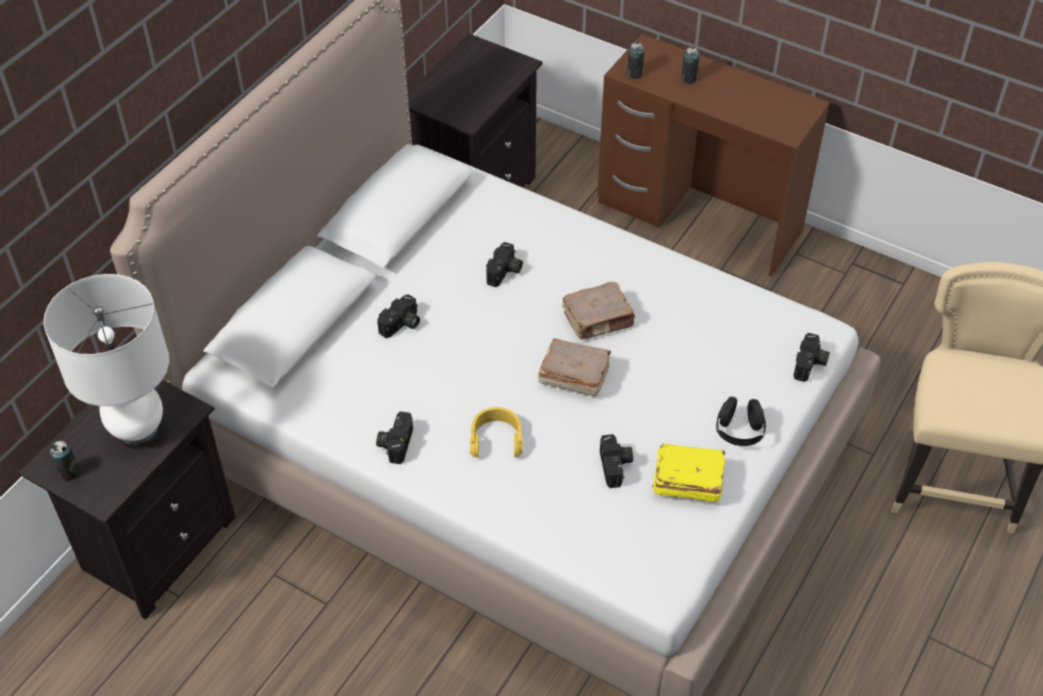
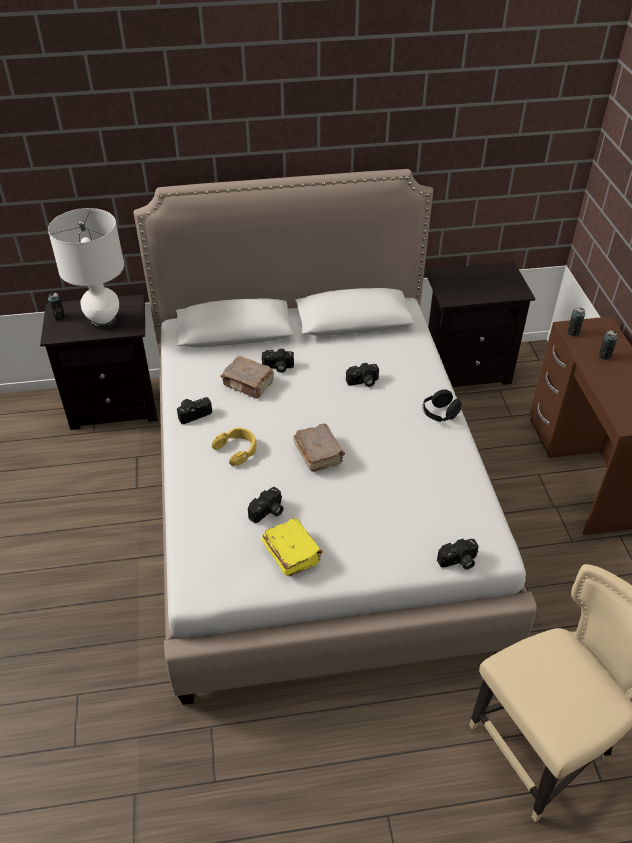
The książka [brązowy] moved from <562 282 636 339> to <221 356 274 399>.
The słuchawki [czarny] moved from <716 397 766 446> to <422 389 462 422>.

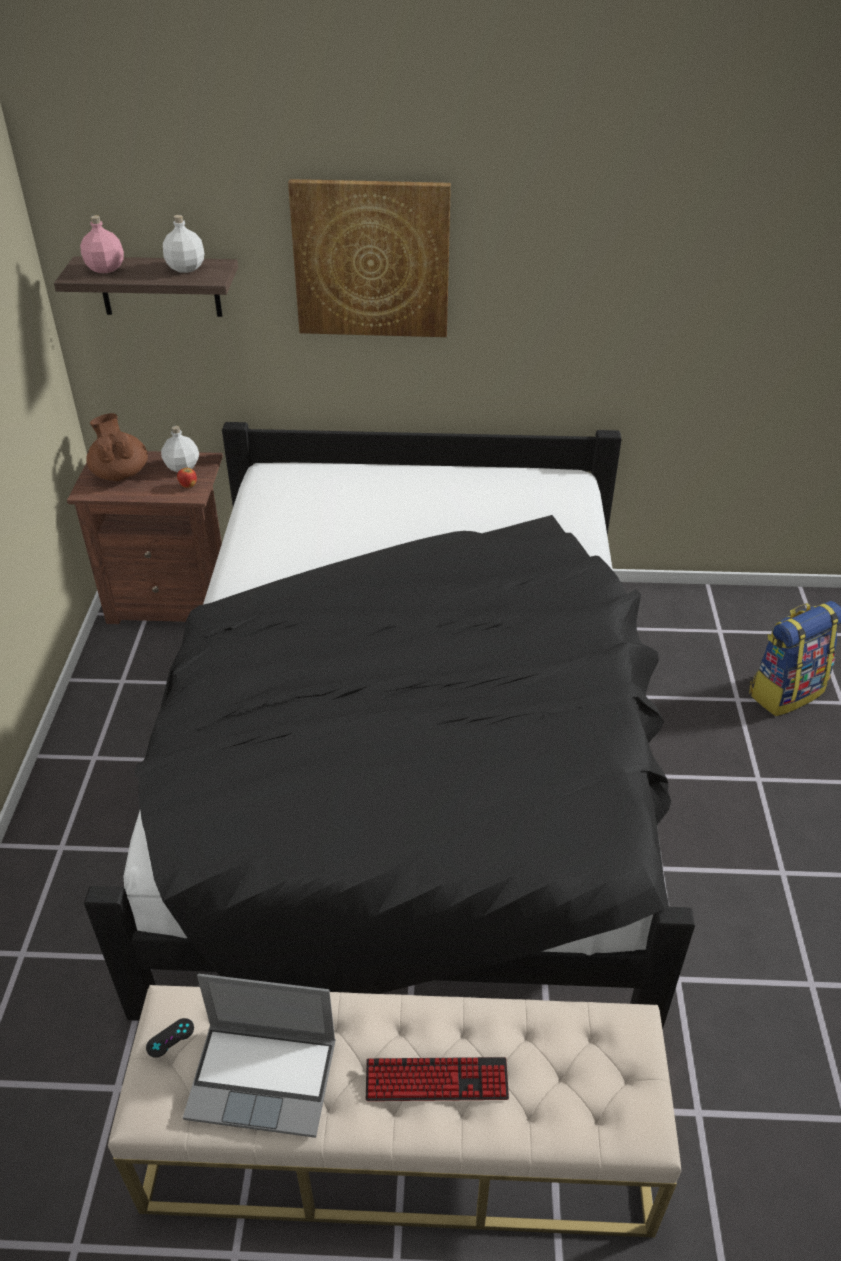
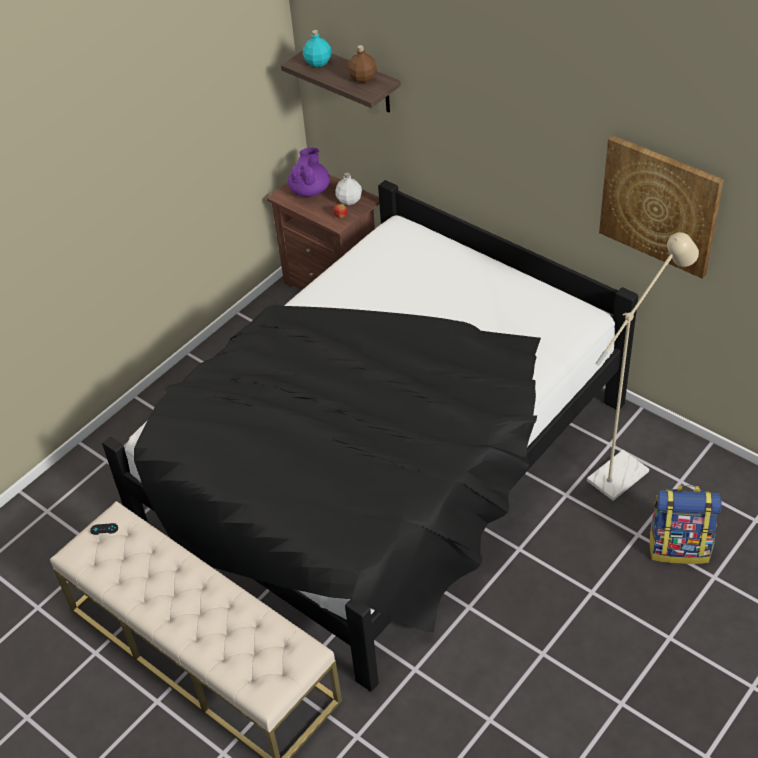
The imbryk [brązowy] at <86 413 148 481> became the imbryk [fioletowy] at <288 147 330 197>.
The butelka [różowy] at <80 215 124 273> became the butelka [turkusowy] at <303 30 332 67>.
The butelka [biały] at <163 215 204 273> became the butelka [brązowy] at <348 45 377 83>.
The lampa stojąca [beżowy] at <587 232 699 501> appeared.
The obraz moved from <288 179 451 337> to <599 135 724 279>.
The laptop at <183 974 336 1138> disappeared.
The klawiatura at <366 1057 509 1101> disappeared.

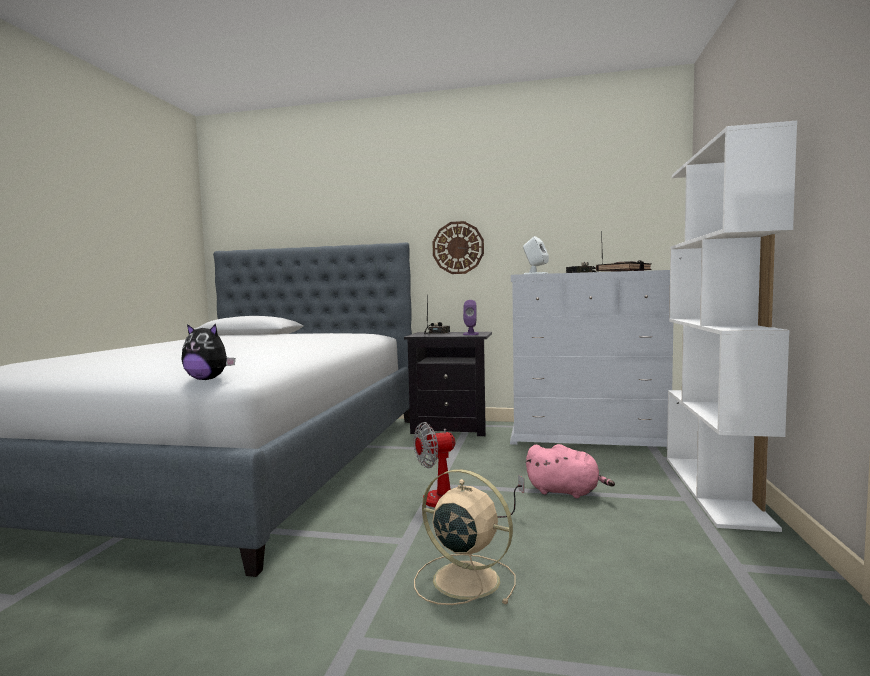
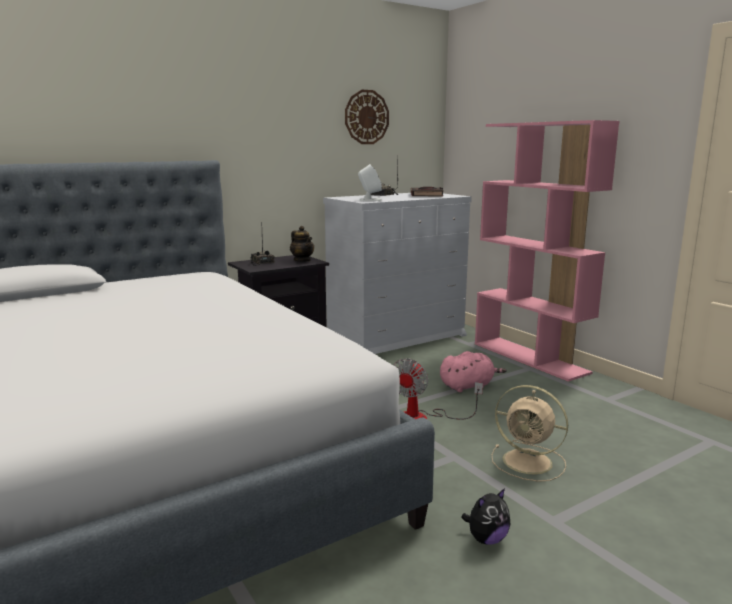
The głośnik [fioletowy] at <463 300 479 335> was replaced by the imbryk at <290 226 314 262>.
The zegar ścienny moved from <432 221 484 274> to <345 90 389 144>.
The pluszak moved from <181 324 235 380> to <461 488 510 545>.
The regał [biały] at <667 121 797 532> became the regał [różowy] at <475 120 619 382>.
The wentylator [beżowy] at <414 469 516 605> turned 135 degrees counterclockwise.

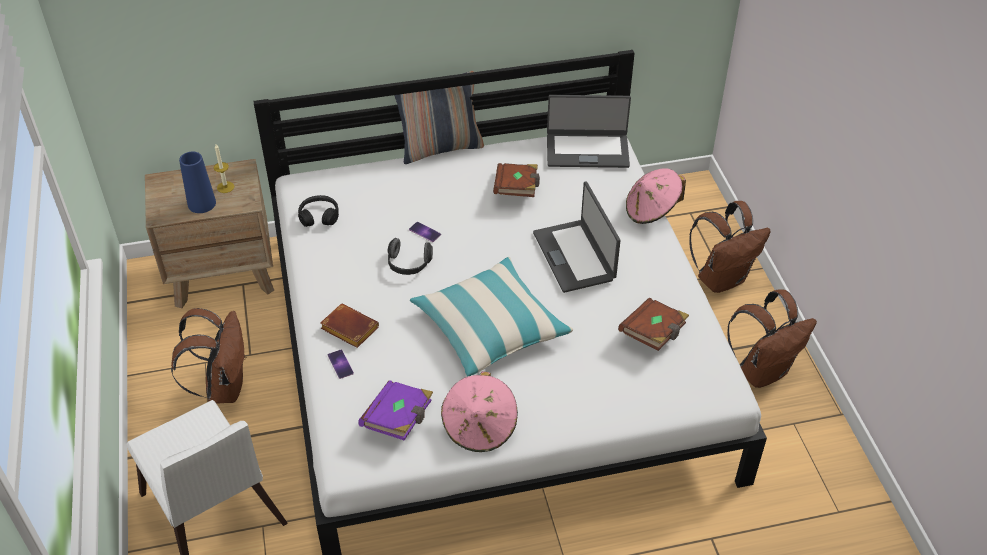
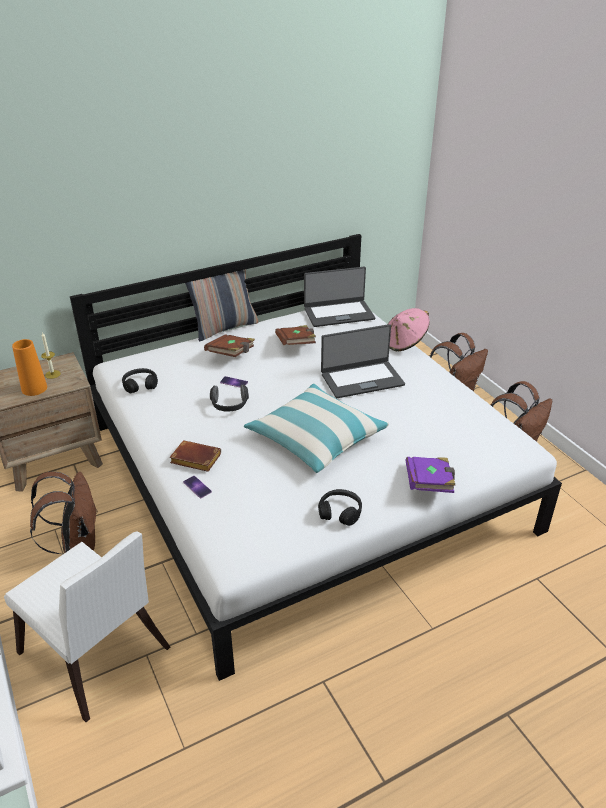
The wazon [niebieski] at <179 151 216 213> became the wazon [pomarańczowy] at <12 339 47 396>.
The książka [brązowy] moved from <618 298 689 351> to <204 334 255 357>.
The kapelusz [różowy] at <441 371 518 452> was replaced by the słuchawki [czarny] at <318 489 362 526>.
The laptop at <533 182 621 293> turned 75 degrees counterclockwise.
The książka [fioletowy] moved from <358 380 433 441> to <406 457 455 493>.

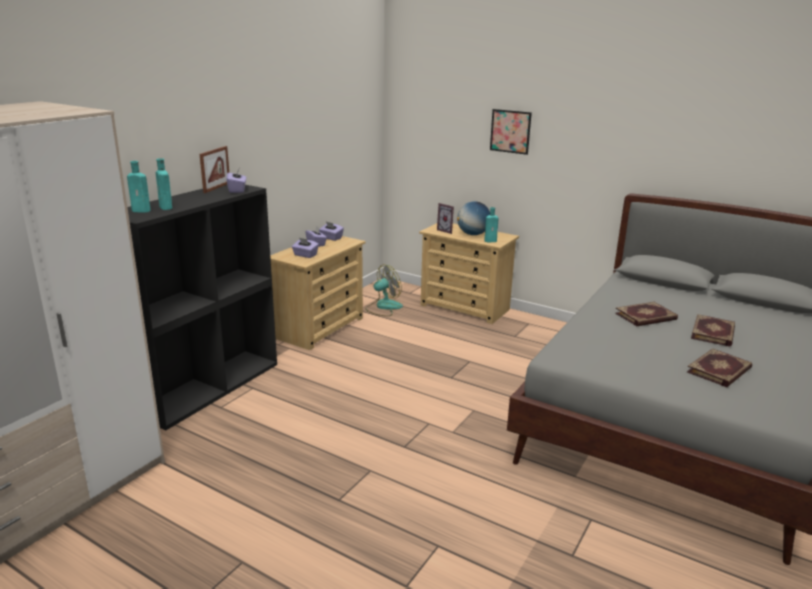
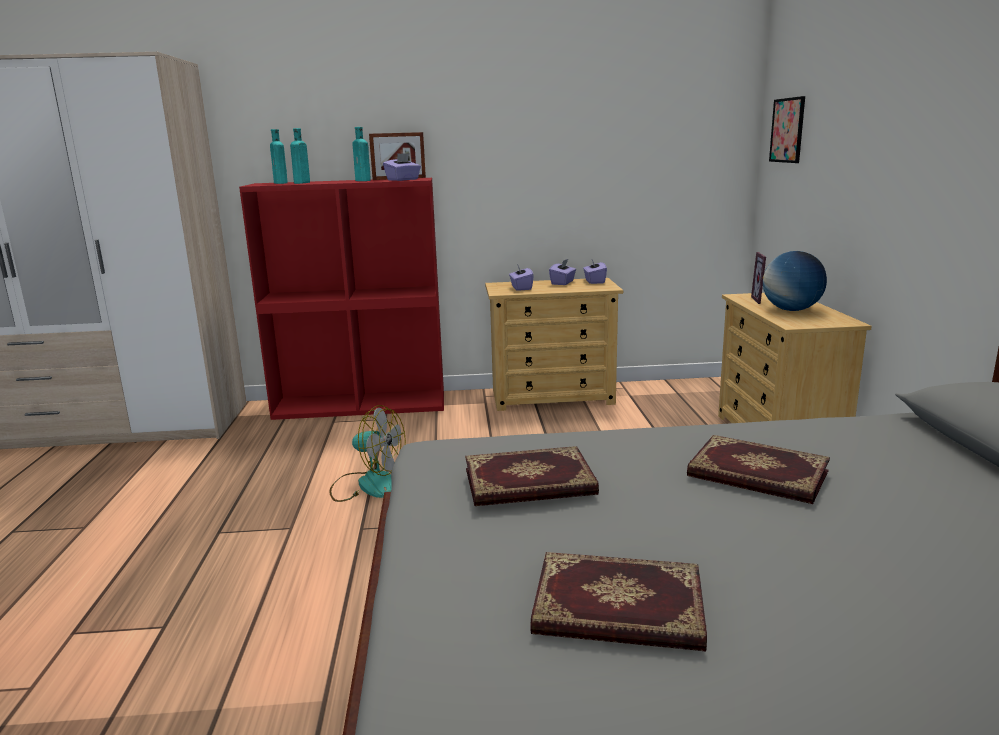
The regał [czarny] at <127 185 277 431> became the regał [czerwony] at <239 178 444 420>.
The wentylator moved from <365 265 403 316> to <329 405 406 502>.
The butelka [turkusowy] moved from <485 207 498 242> to <352 127 371 181>.
The książka moved from <691 314 735 347> to <465 446 599 506>.
The obraz moved from <490 109 532 155> to <769 96 805 163>.

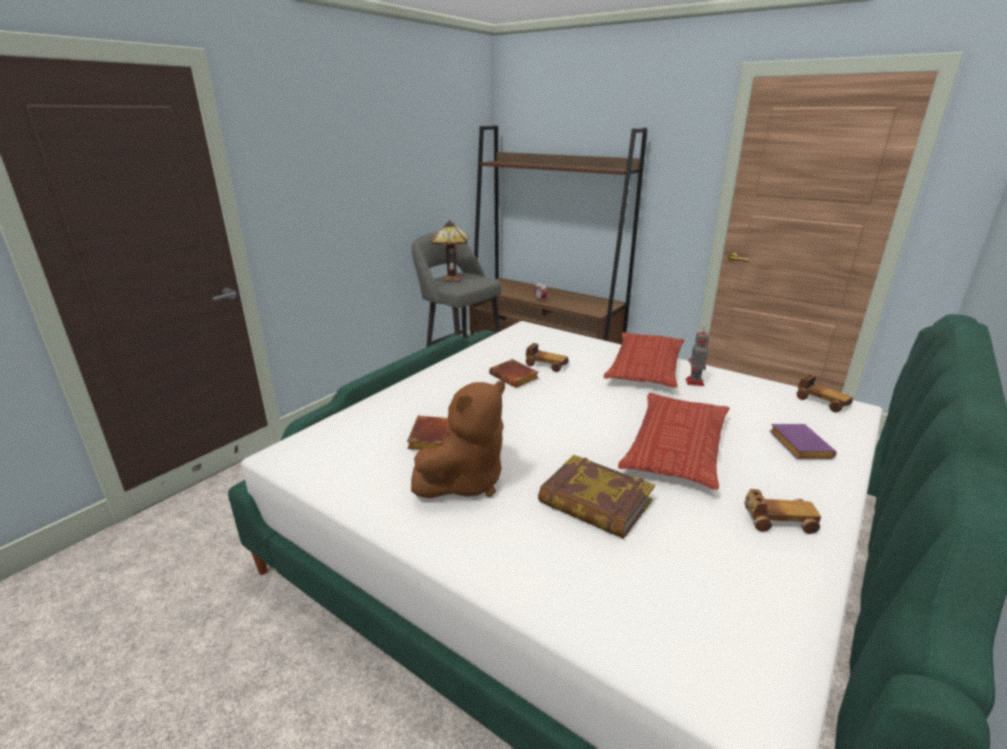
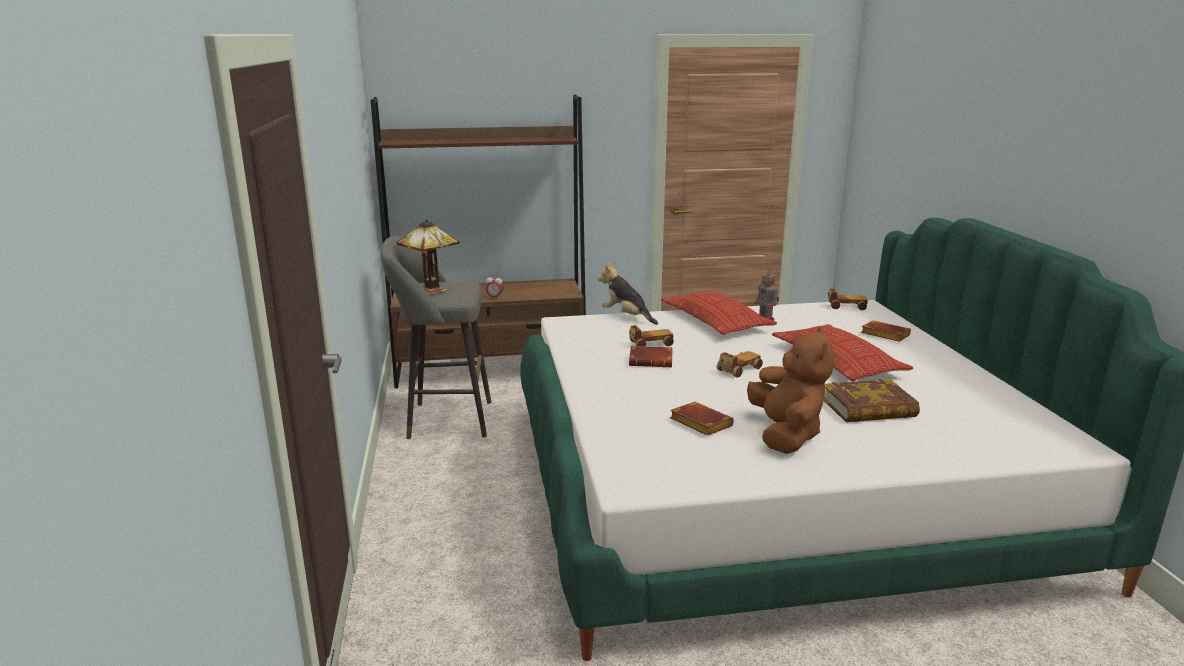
The pluszak at <597 262 658 325> appeared.
The samochodzik moved from <744 489 821 534> to <717 351 763 378>.
The książka [fioletowy] at <769 424 837 459> became the książka [brązowy] at <861 320 911 342>.

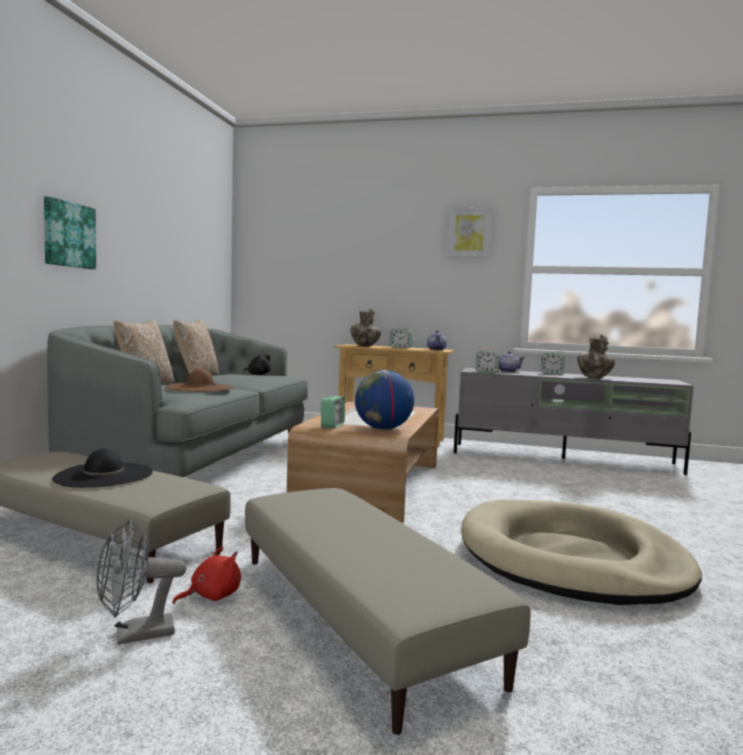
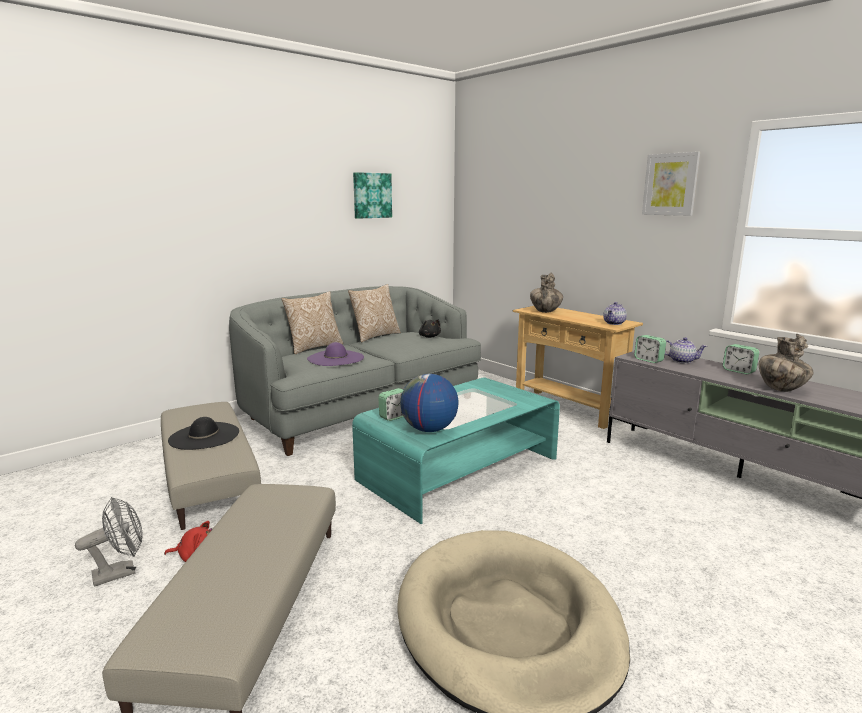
The wentylator [szary] at <96 519 187 645> turned 135 degrees clockwise.
The kapelusz [brązowy] at <165 369 234 392> became the kapelusz [fioletowy] at <307 342 364 366>.
The ława [brązowy] at <287 402 439 523> became the ława [turkusowy] at <352 377 560 524>.
The obraz moved from <44 196 96 269> to <353 172 392 219>.
The budzik at <390 329 412 349> disappeared.

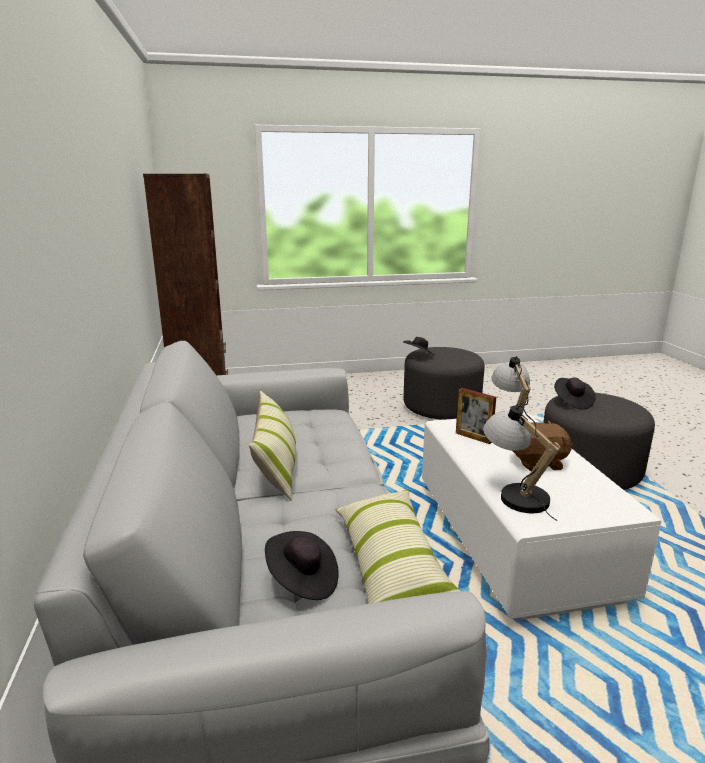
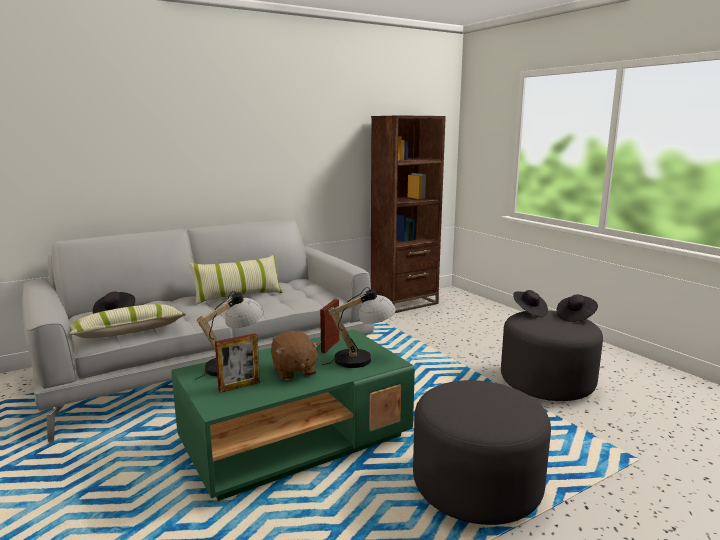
The ława [biały] at <422 413 662 620> became the ława [zielony] at <171 329 415 501>.
The ramka na zdjęcie at <215 333 260 393> appeared.
The kapelusz [czarny] moved from <554 377 596 410> to <556 294 598 322>.

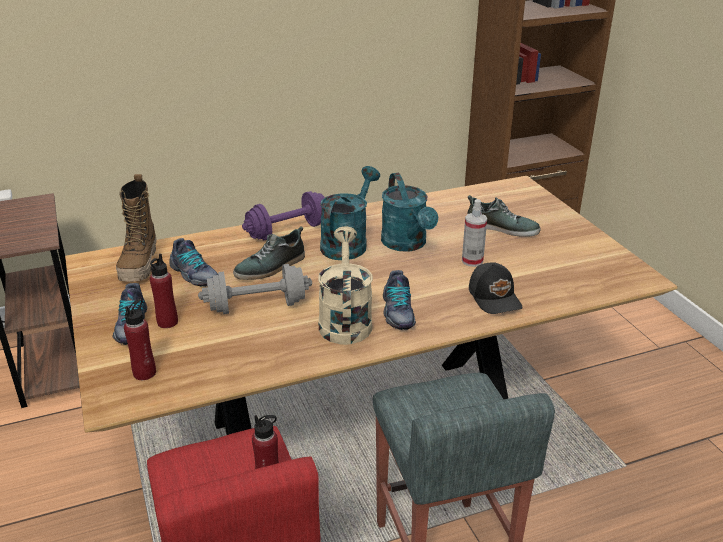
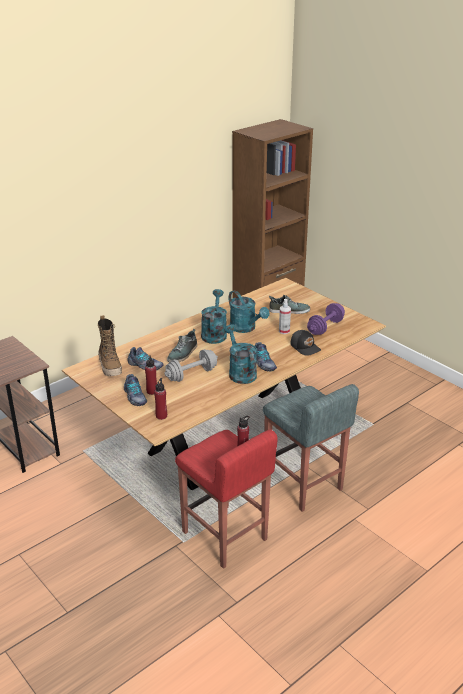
The konewka [beżowy] at <318 226 373 345> became the konewka [turkusowy] at <224 324 257 384>.
The hantel [fioletowy] moved from <242 191 325 240> to <307 303 345 335>.

